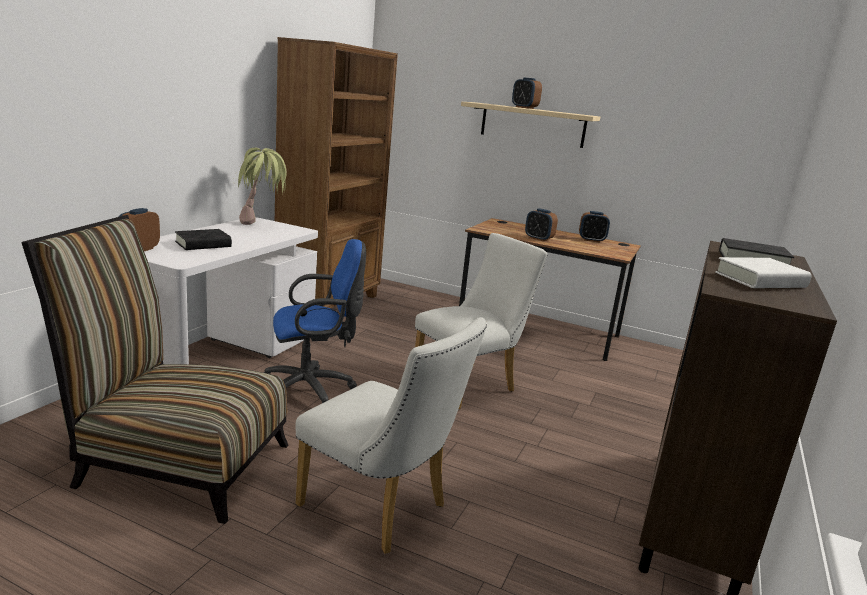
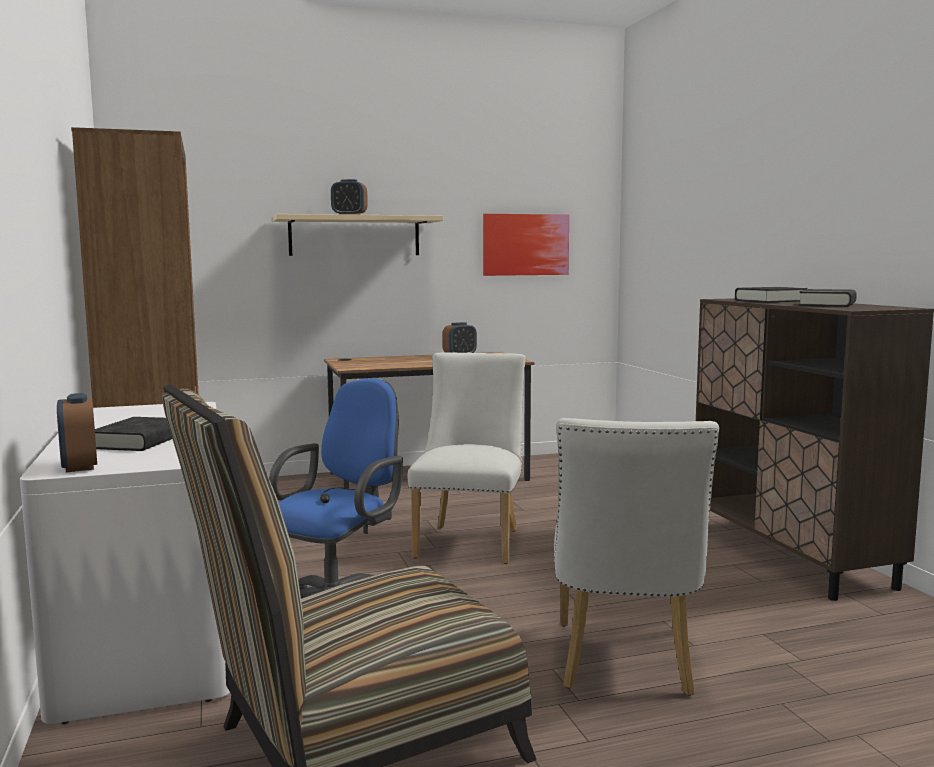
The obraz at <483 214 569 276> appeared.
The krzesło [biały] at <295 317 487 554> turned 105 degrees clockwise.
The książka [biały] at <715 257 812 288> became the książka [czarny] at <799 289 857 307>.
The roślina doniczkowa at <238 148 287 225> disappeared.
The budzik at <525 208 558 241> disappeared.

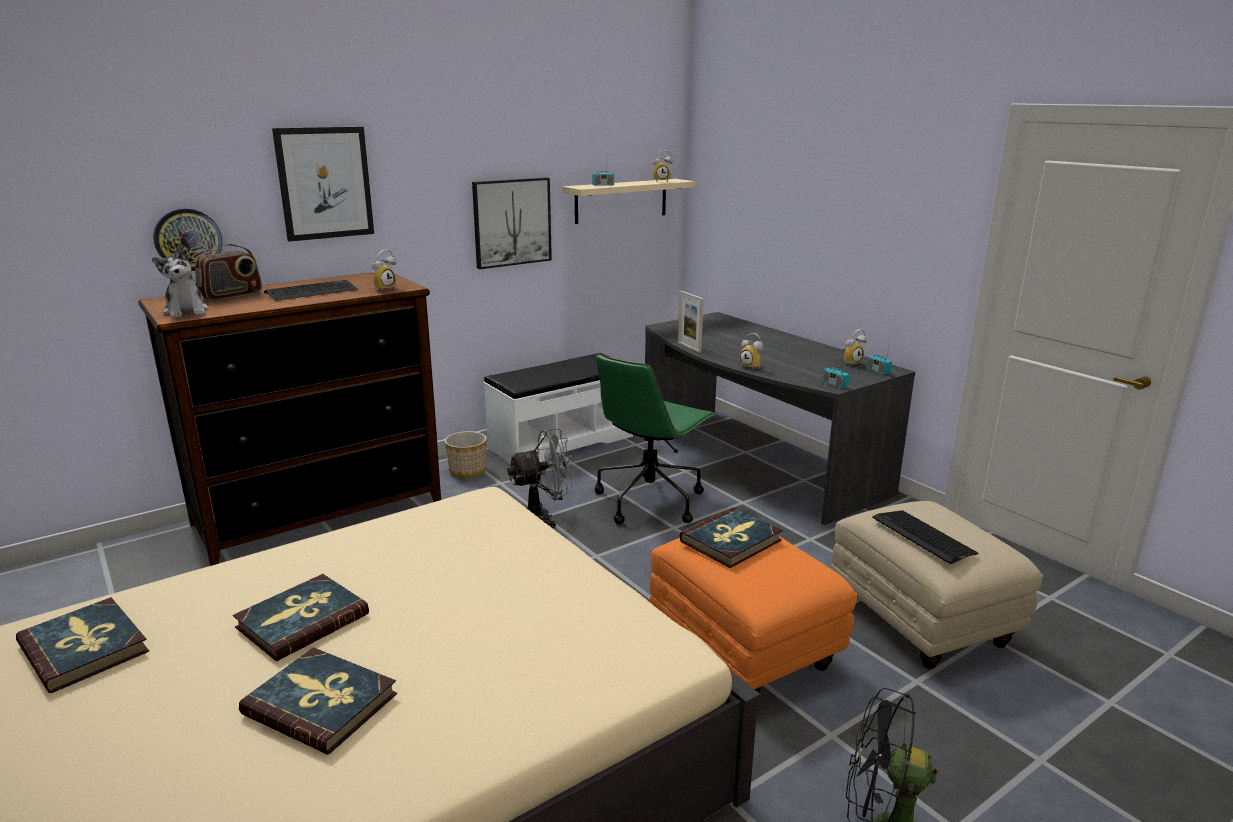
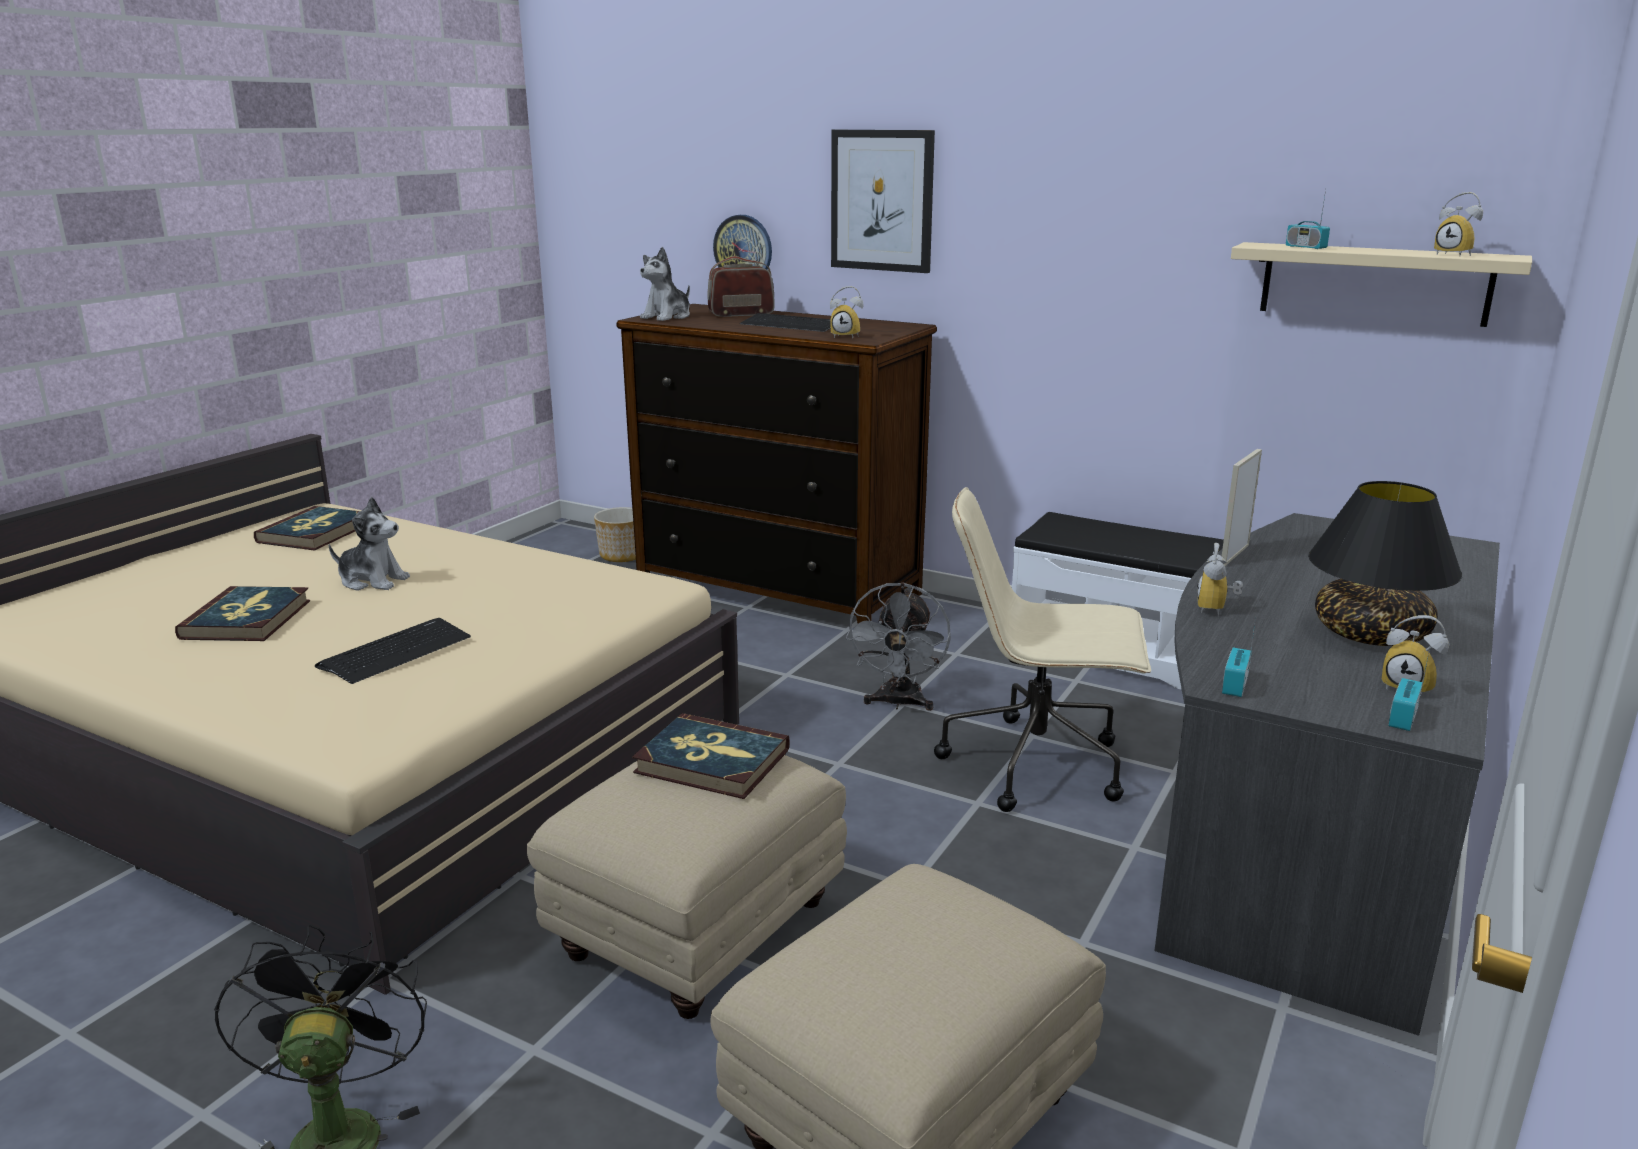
The klawiatura moved from <873 510 979 564> to <315 618 471 684>.
The książka at <233 574 369 661> was replaced by the pluszak at <329 497 410 591>.
The pufa [pomarańczowy] at <650 536 857 693> became the pufa [beżowy] at <527 755 847 1019>.
The donica moved from <445 431 487 478> to <594 507 636 562>.
The radio at <195 244 262 300> turned 150 degrees clockwise.
The wentylator [szary] at <507 429 575 528> turned 60 degrees clockwise.
The krzesło biurowe [zielony] at <595 354 716 524> became the krzesło biurowe [beżowy] at <934 487 1151 812>.
The lampa stołowa [czarny] at <1308 481 1462 646> appeared.
The obraz at <472 177 552 269> disappeared.

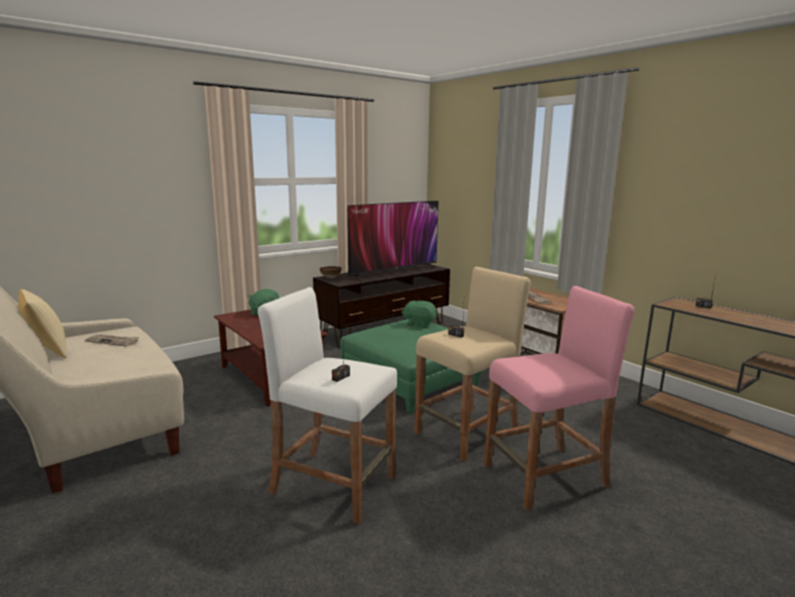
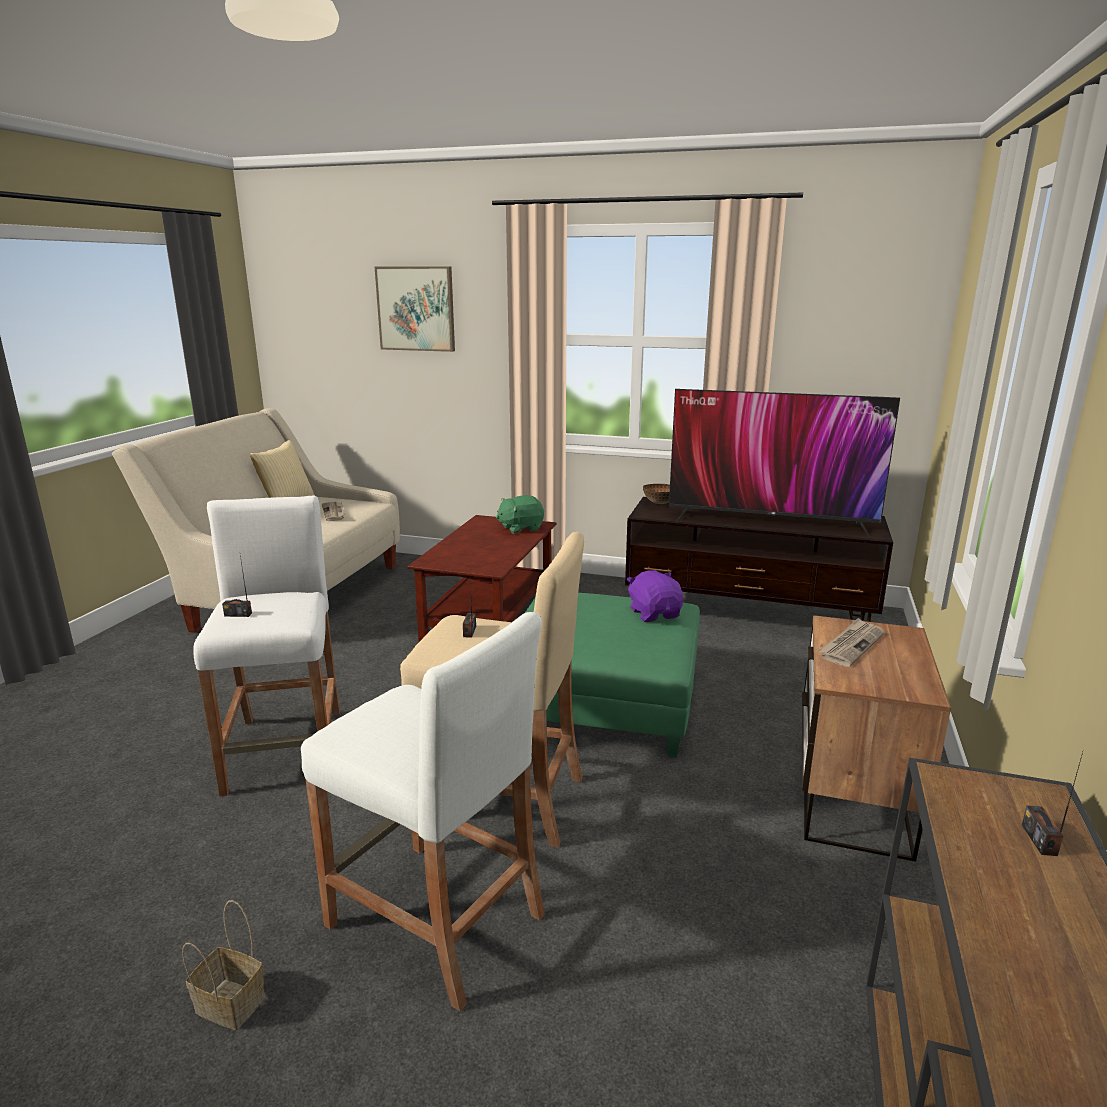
The koszyk at <182 900 265 1030> appeared.
The stołek [różowy] at <484 286 634 510> became the stołek [biały] at <301 612 545 1012>.
The obraz at <375 266 455 352> appeared.
The pluszak [zielony] at <402 301 437 328> became the pluszak [fioletowy] at <626 571 683 622>.

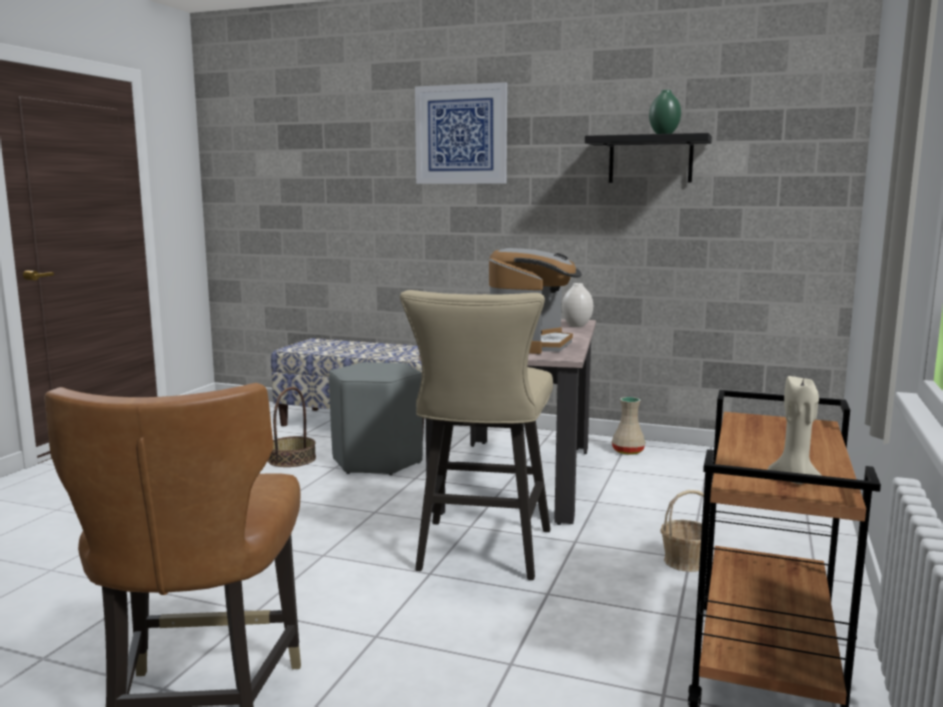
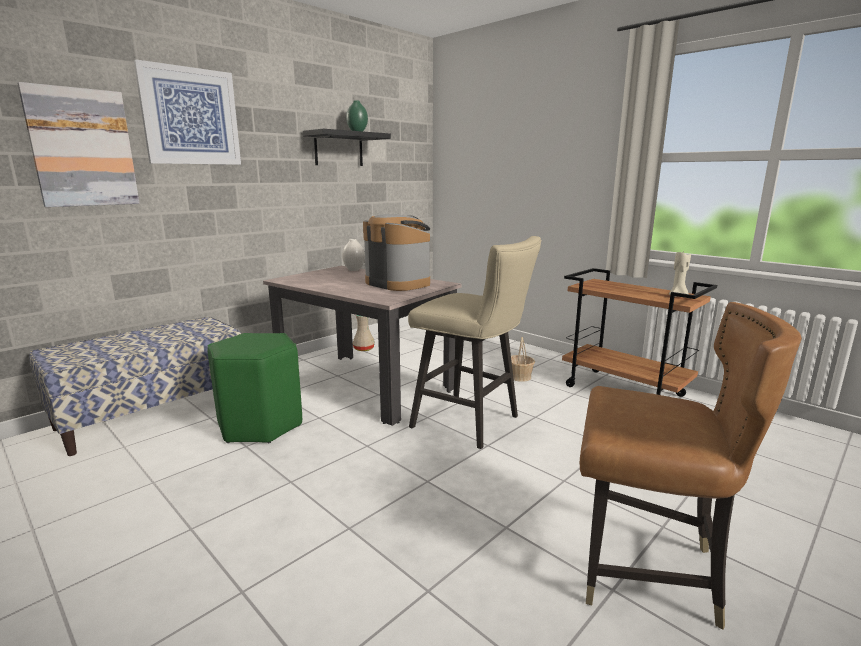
The obraz at <17 82 140 207> appeared.
The stołek [szary] at <329 362 423 475> became the stołek [zielony] at <208 333 302 443>.
The koszyk at <268 387 316 467> disappeared.

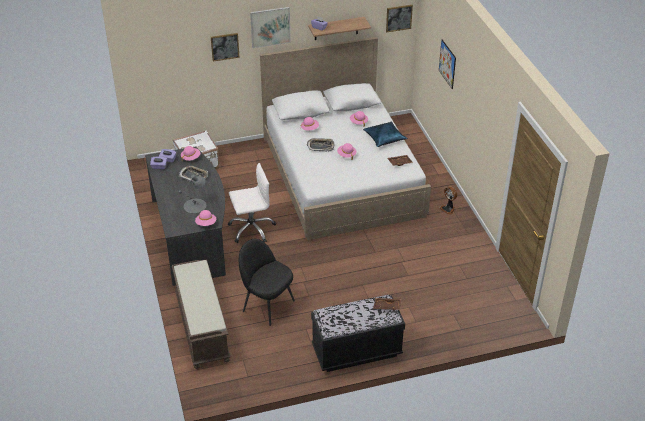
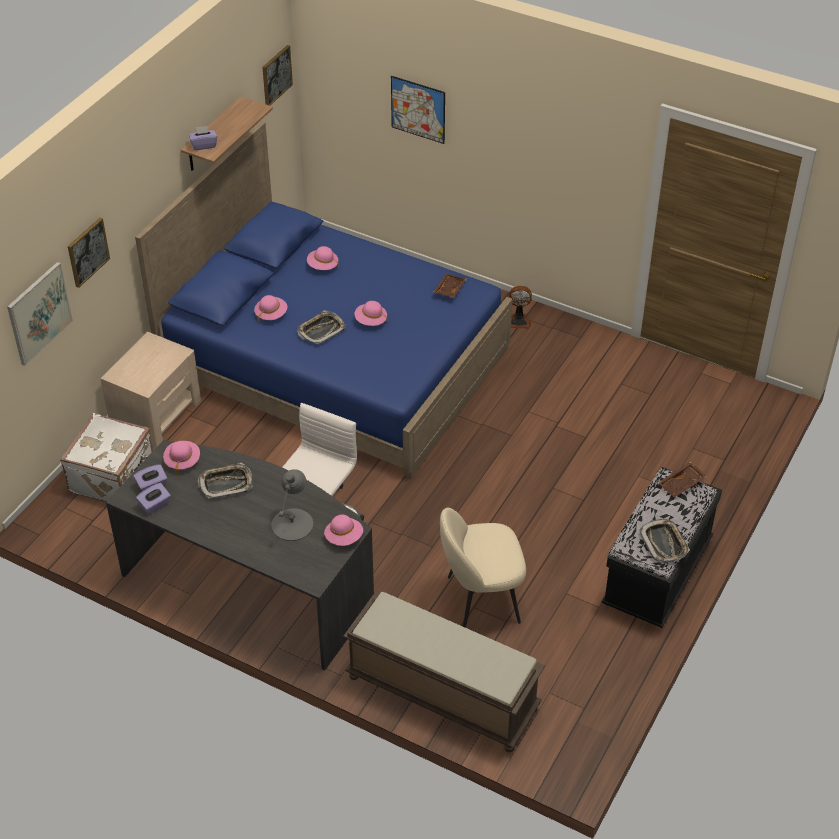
The obraz moved from <250 7 291 48> to <7 262 73 366>.
The szafka nocna [beżowy] at <100 332 201 447> appeared.
The łóżko [biały] at <260 37 431 240> became the łóżko [niebieski] at <135 121 513 478>.
The krzesło [czarny] at <239 239 295 326> became the krzesło [beżowy] at <440 507 526 628>.
The taca at <639 519 690 563> appeared.
The poduszka [niebieski] at <363 122 408 147> disappeared.

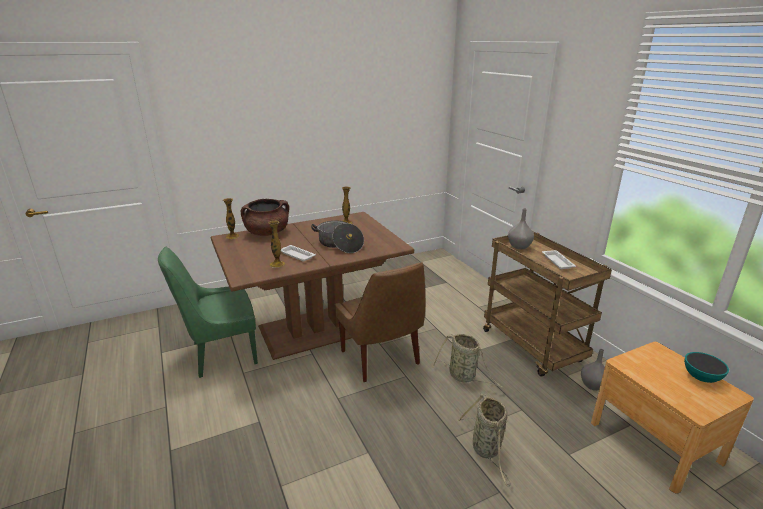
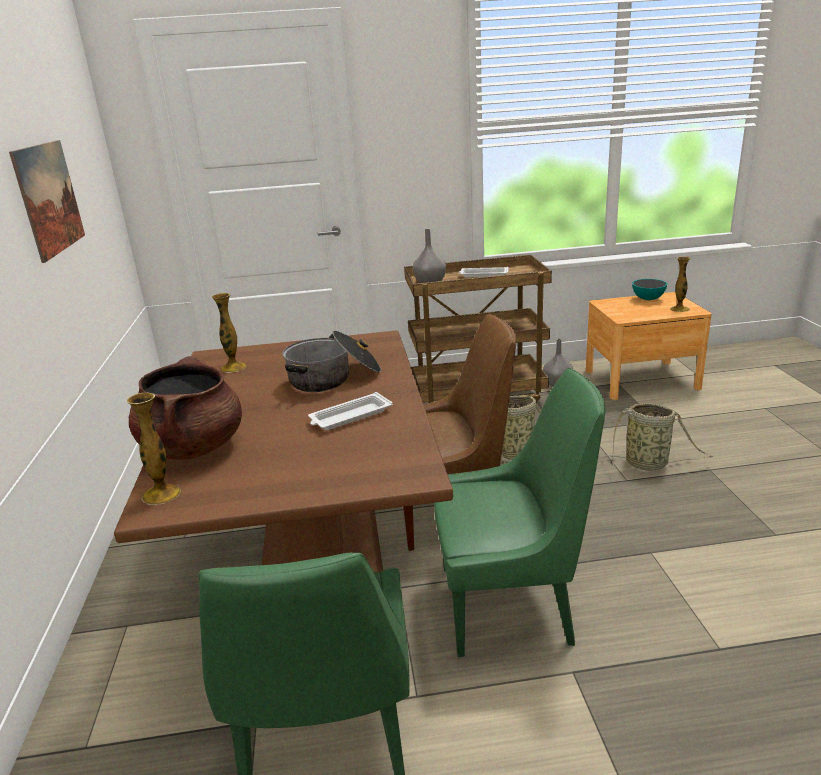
The obraz at <9 140 85 263> appeared.
The krzesło [zielony] at <434 368 605 657> appeared.
The wazon moved from <268 221 285 268> to <670 256 690 312>.

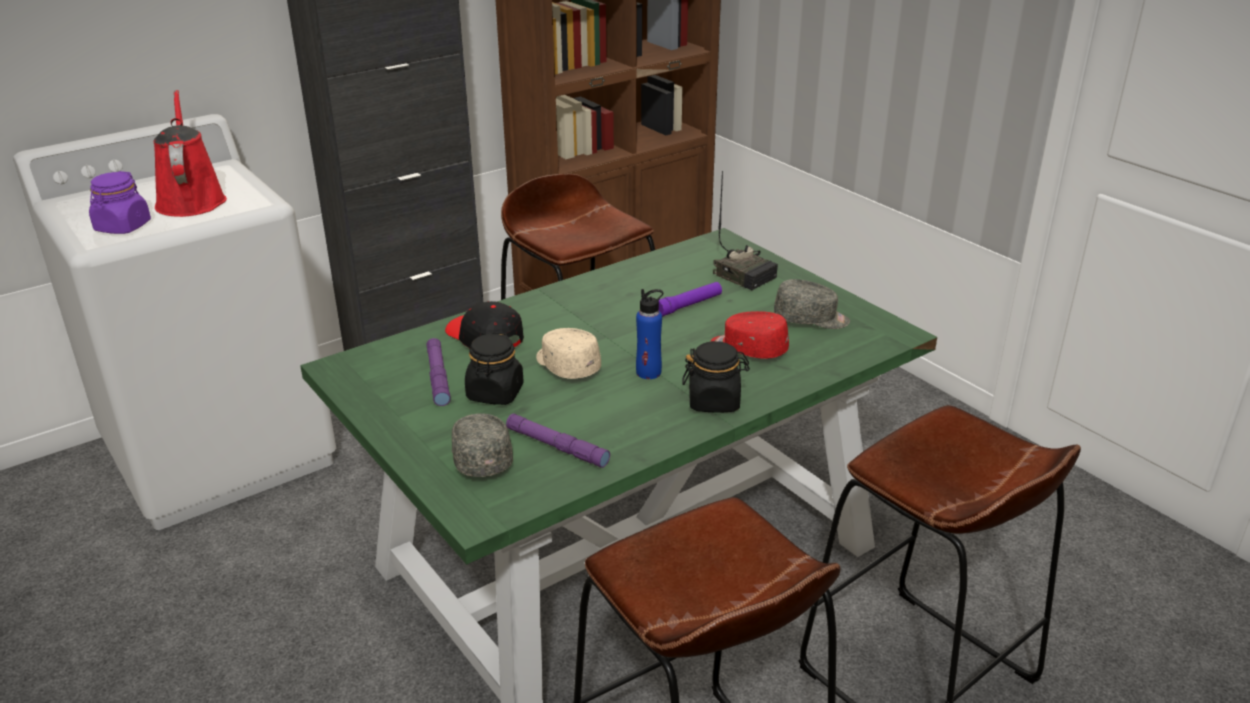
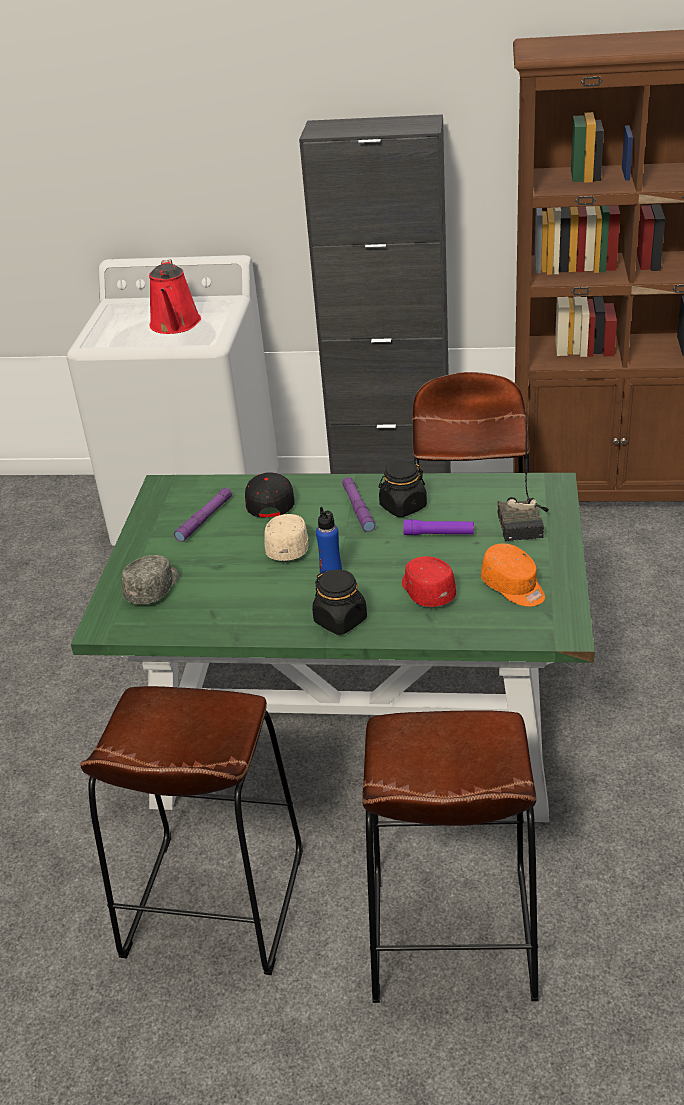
The konewka [czerwony] at <153 90 227 217> turned 150 degrees clockwise.
The latarka [fioletowy] moved from <506 413 610 468> to <342 477 375 532>.
The słoik [czarny] moved from <465 332 524 405> to <379 460 427 517>.
The czapka z daszkiem [szary] at <774 279 850 329> became the czapka z daszkiem [pomarańczowy] at <481 543 545 607>.
The słoik [fioletowy] at <89 171 151 234> disappeared.

